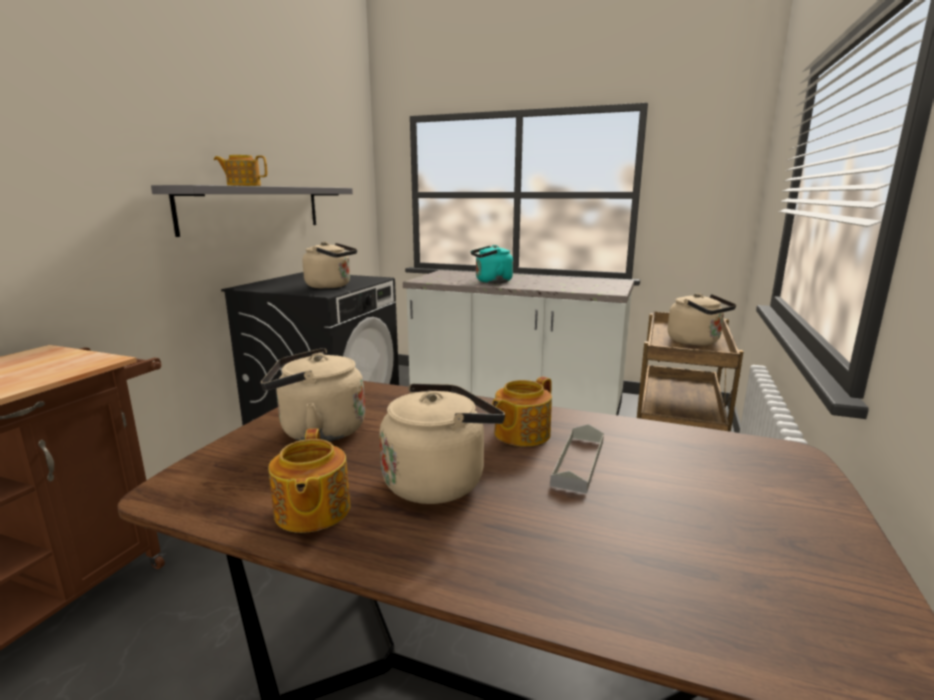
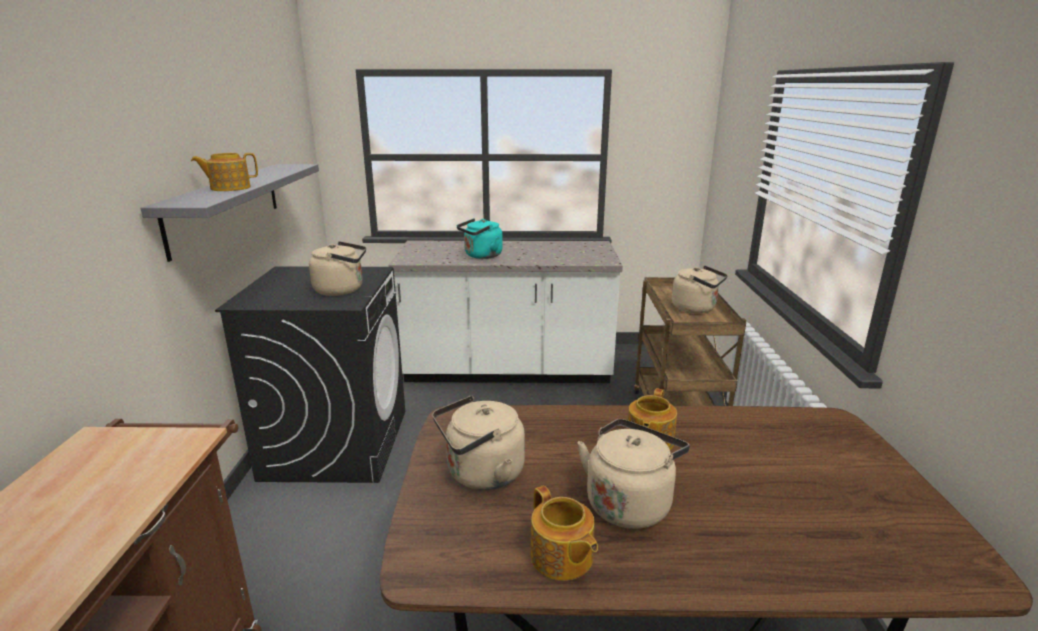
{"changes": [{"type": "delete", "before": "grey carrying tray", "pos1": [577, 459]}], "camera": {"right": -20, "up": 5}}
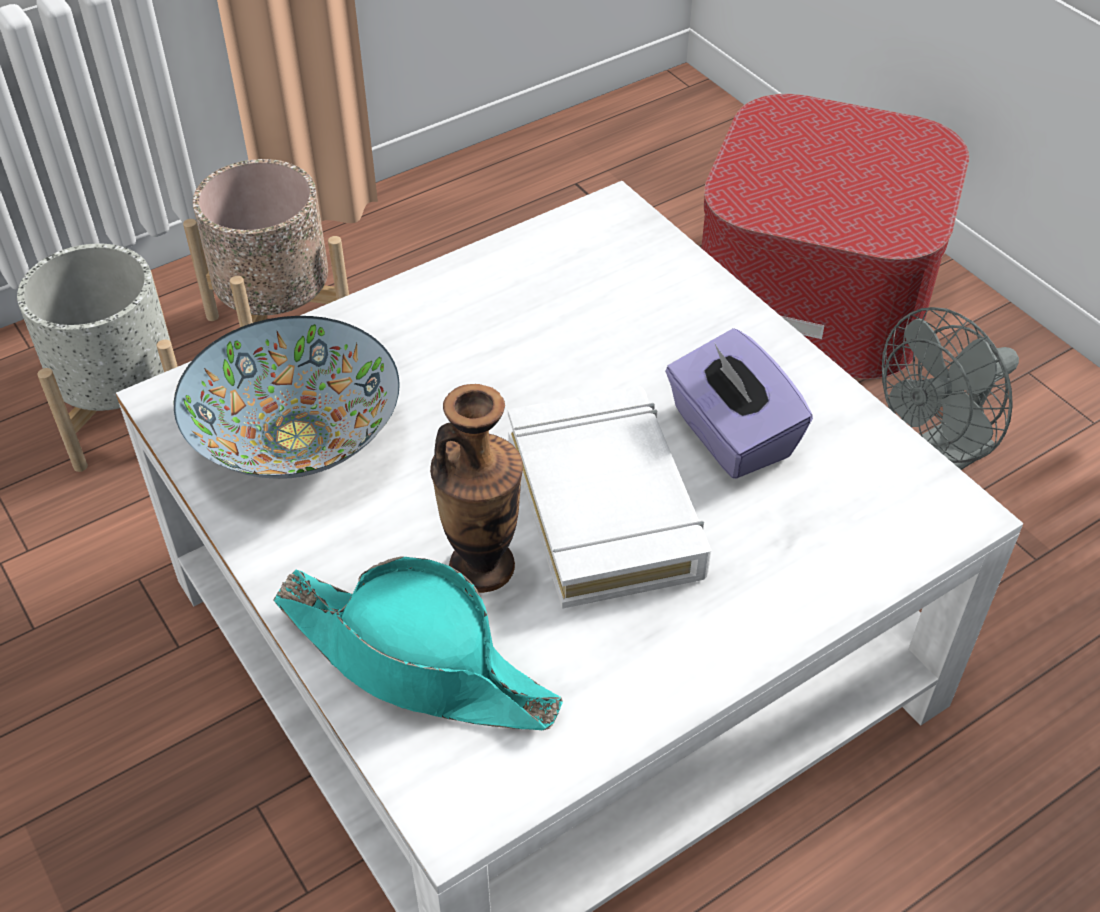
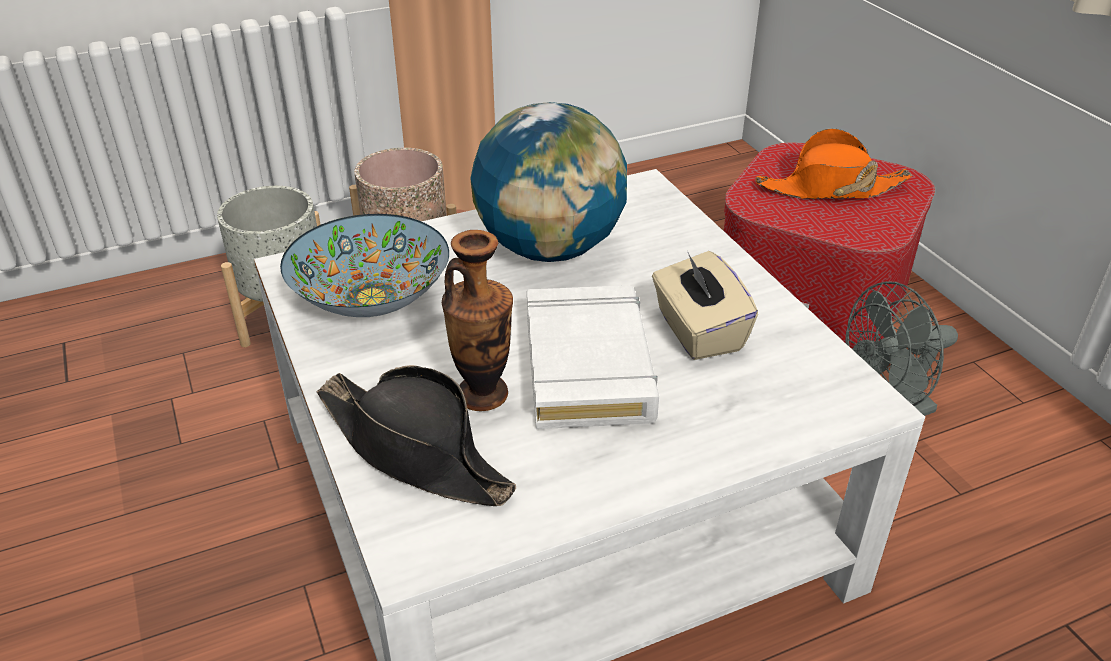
{"changes": [{"type": "insert", "after": "globe", "pos2": [548, 182]}, {"type": "insert", "after": "orange-coloured clothing hat", "pos2": [833, 163]}, {"type": "recolor", "before": "turquoise clothing hat", "after": "black-coloured clothing hat", "pos1": [418, 643], "pos2": [416, 435]}, {"type": "recolor", "before": "purple tissue holder", "after": "beige tissue holder", "pos1": [739, 403], "pos2": [705, 305]}], "camera": {"right": 10, "up": -10}}
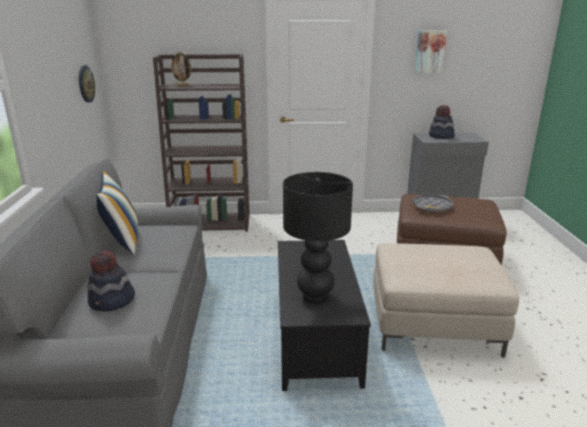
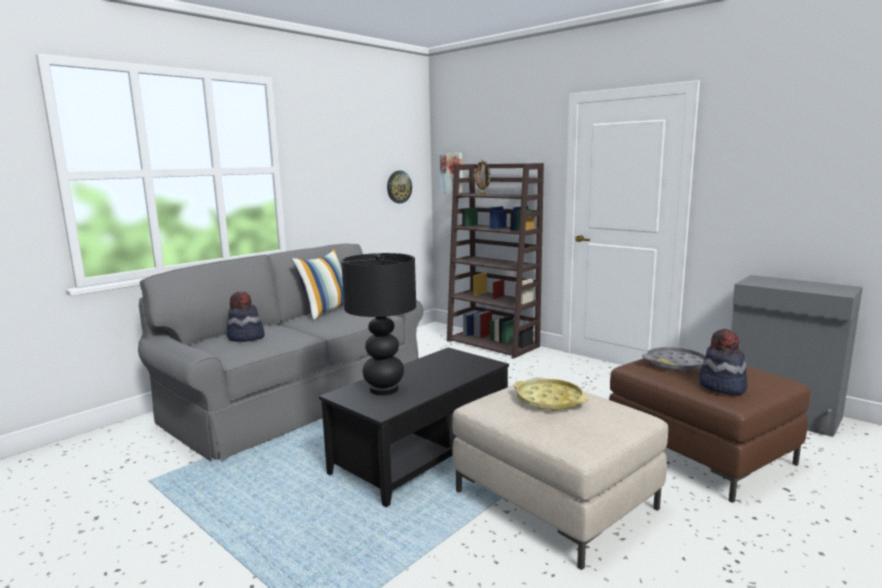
{"changes": [{"type": "insert", "after": "yellow-coloured carrying tray", "pos2": [551, 395]}, {"type": "move", "before": "picture", "pos1": [431, 51], "pos2": [451, 173]}, {"type": "move", "before": "clothing hat", "pos1": [442, 122], "pos2": [723, 362]}], "camera": {"right": 45, "up": -10}}
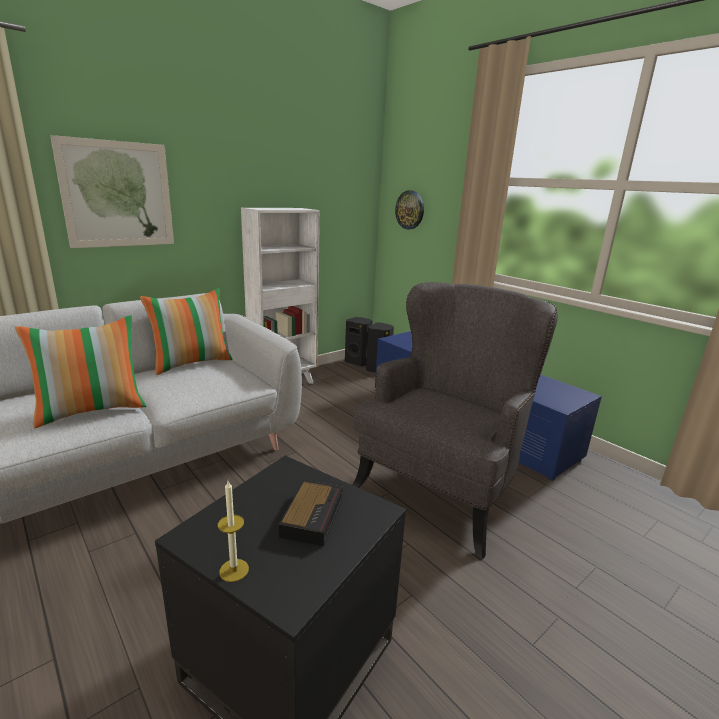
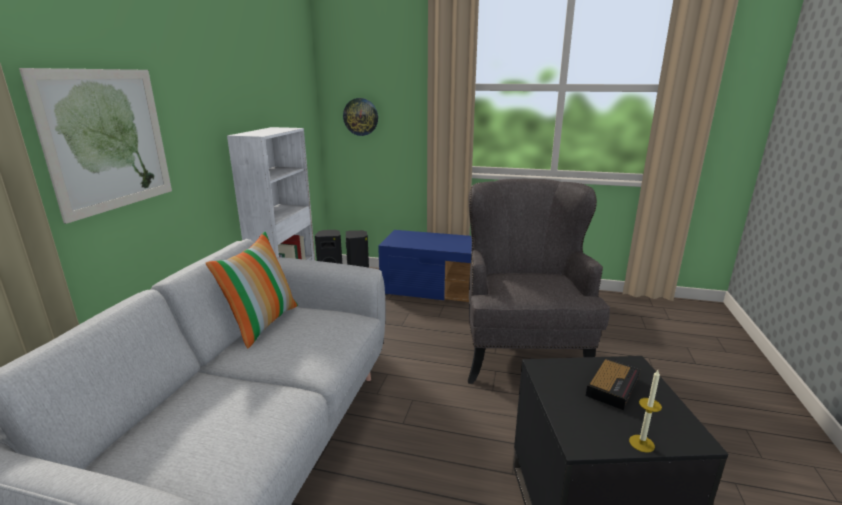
{"changes": [{"type": "delete", "before": "pillow", "pos1": [81, 371]}, {"type": "rotate", "before": "bedside clock", "pos1": [311, 513], "pos2": [613, 384], "turn": 60}], "camera": {"right": -35, "up": 0}}
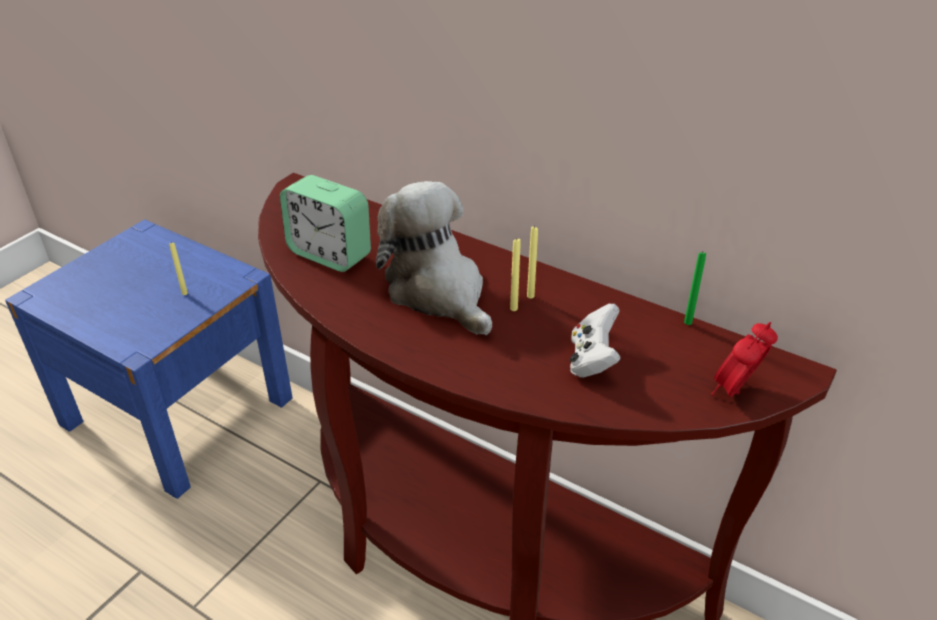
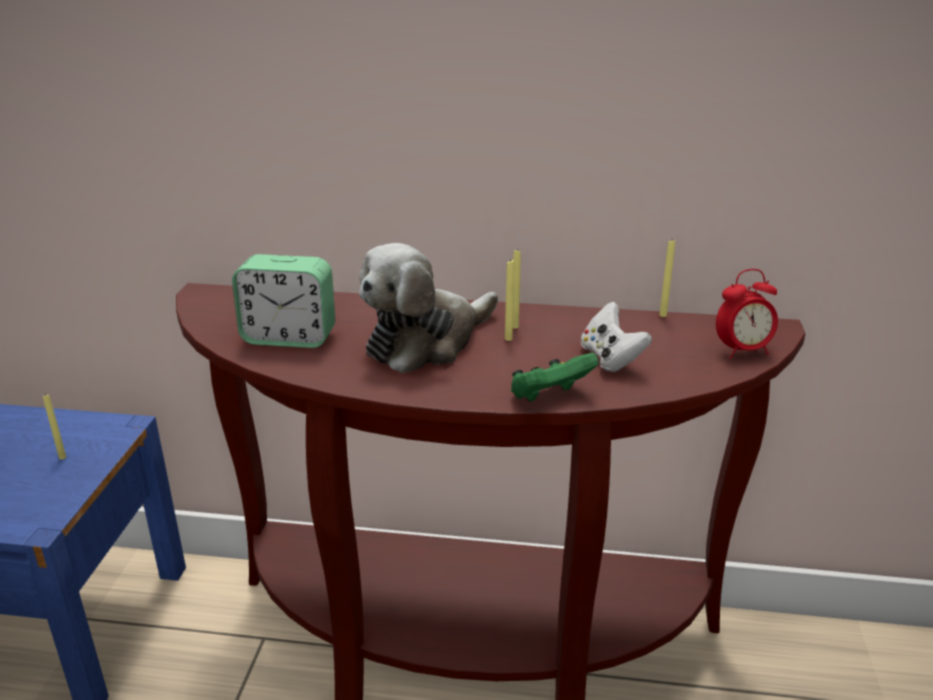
{"changes": [{"type": "insert", "after": "green-coloured joypad", "pos2": [555, 377]}, {"type": "recolor", "before": "green-coloured candle", "after": "yellow-coloured candle", "pos1": [695, 288], "pos2": [667, 278]}, {"type": "rotate", "before": "soft toy", "pos1": [434, 258], "pos2": [428, 308], "turn": -75}, {"type": "rotate", "before": "bedside clock", "pos1": [744, 359], "pos2": [747, 314], "turn": -120}], "camera": {"right": -25, "up": -10}}
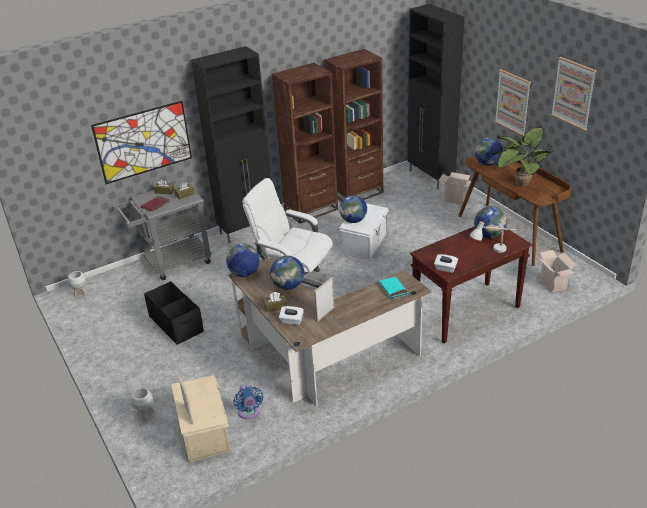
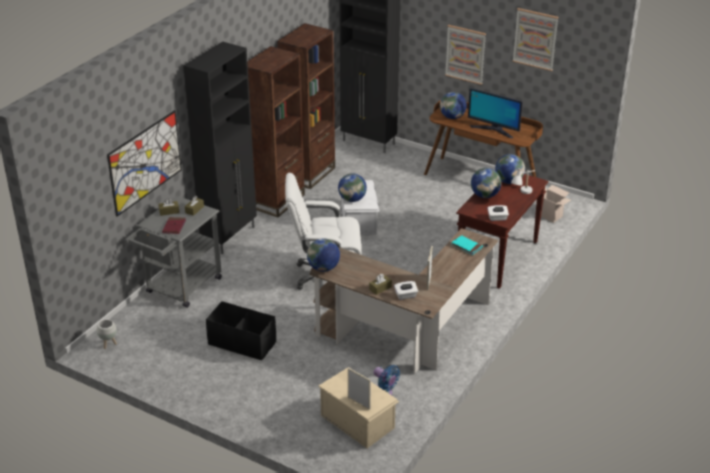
{"changes": [{"type": "delete", "before": "white-coloured plant pot", "pos1": [142, 404]}, {"type": "delete", "before": "carton", "pos1": [455, 188]}, {"type": "move", "before": "globe", "pos1": [287, 273], "pos2": [486, 183]}, {"type": "replace", "before": "plant in a pot", "after": "computer screen", "pos1": [522, 156], "pos2": [495, 113]}], "camera": {"right": -30, "up": 0}}
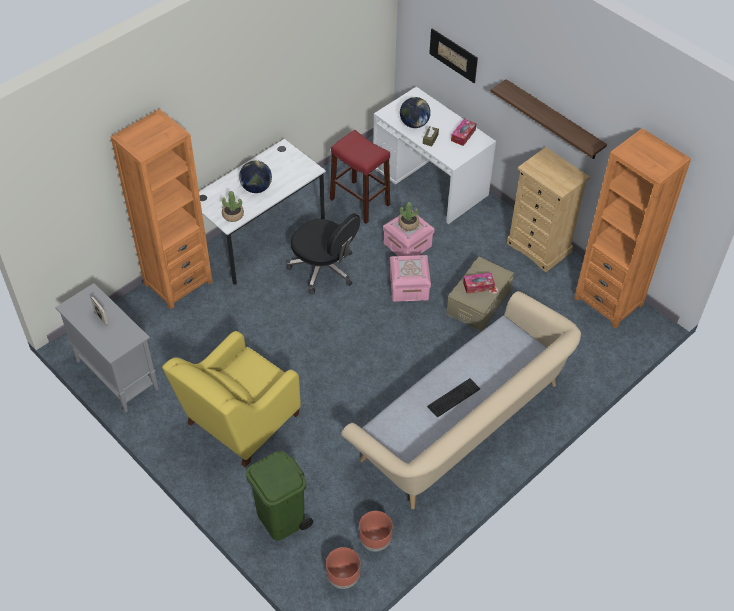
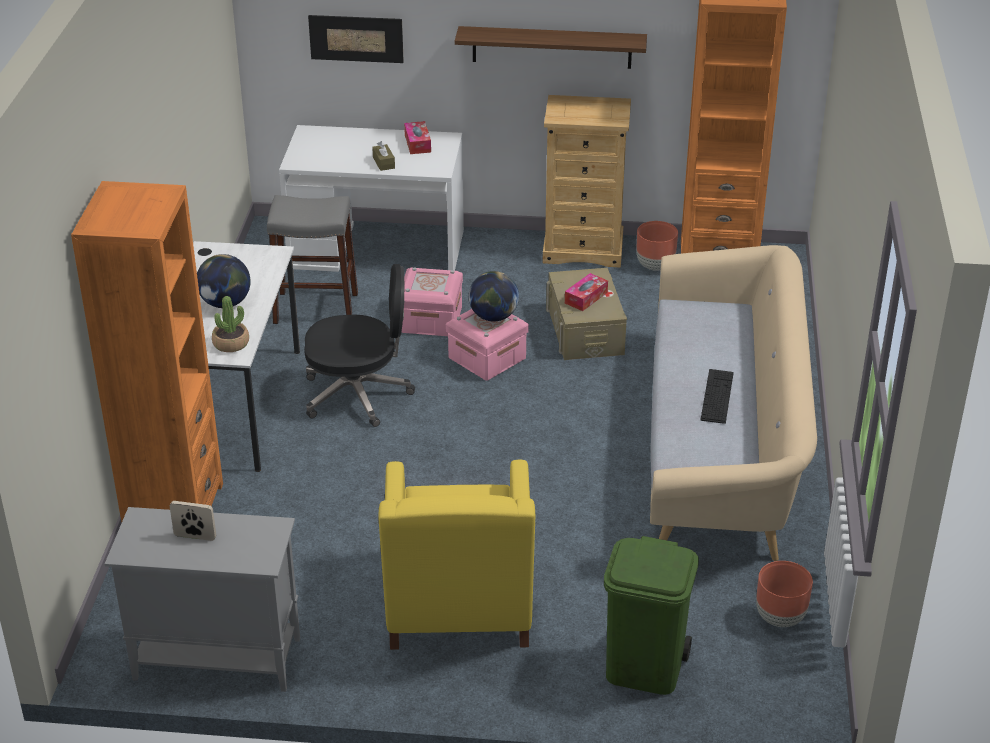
{"changes": [{"type": "delete", "before": "plant in a pot", "pos1": [408, 216]}, {"type": "move", "before": "brownish plant pot", "pos1": [343, 568], "pos2": [657, 246]}, {"type": "move", "before": "globe", "pos1": [415, 112], "pos2": [494, 296]}, {"type": "recolor", "before": "red-coloured stool seat", "after": "grey stool seat", "pos1": [360, 177], "pos2": [312, 259]}], "camera": {"right": -40, "up": -15}}
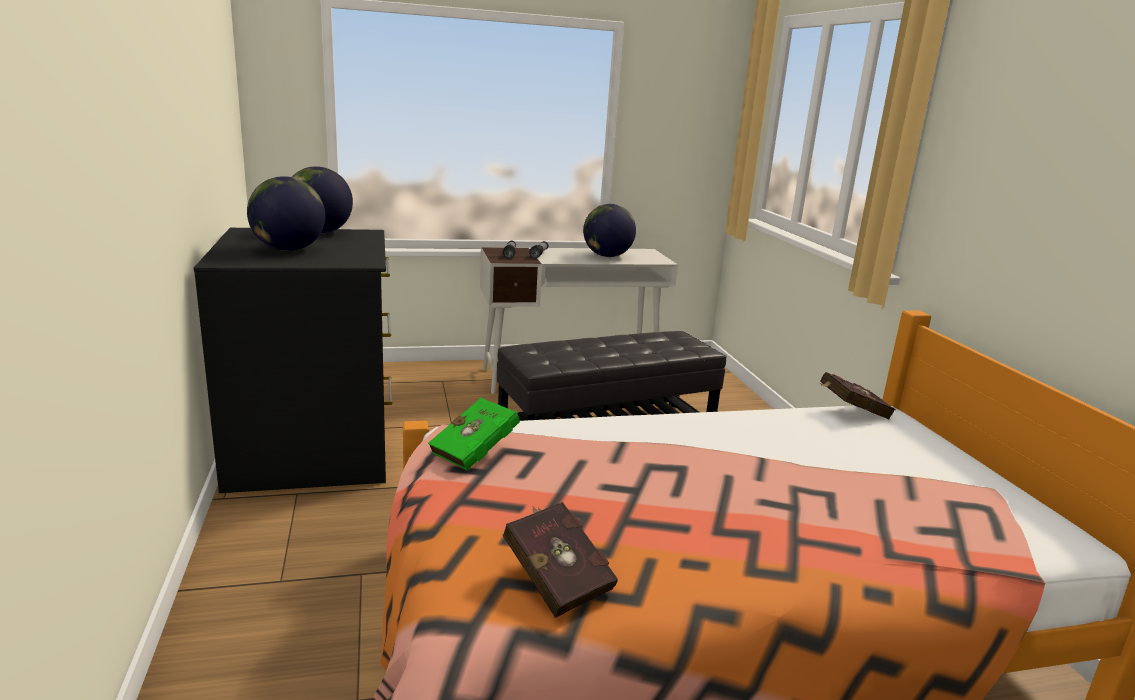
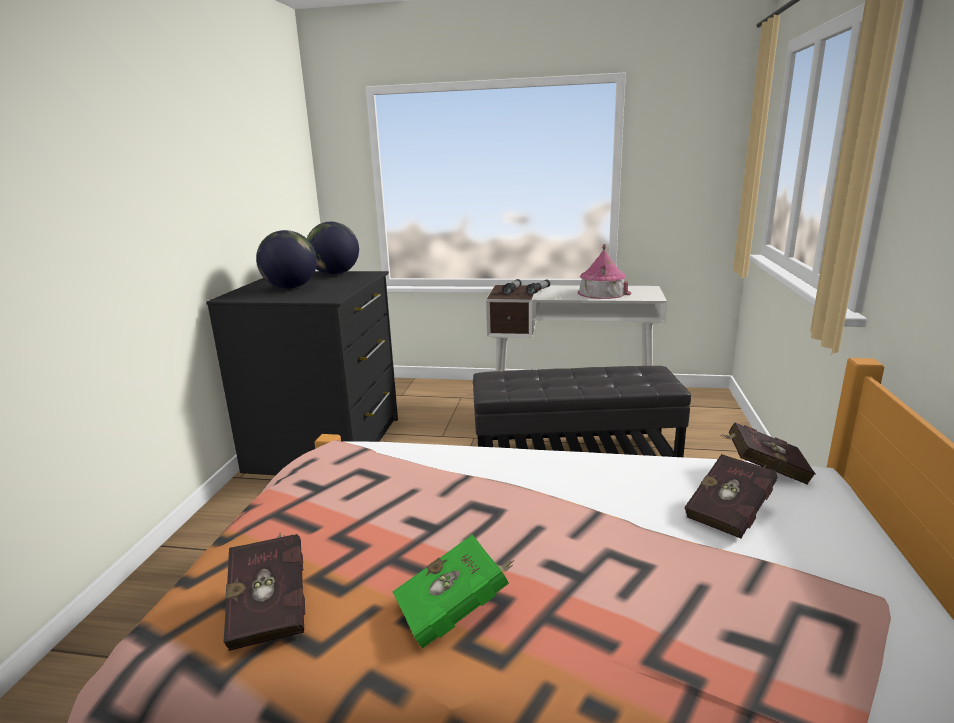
{"changes": [{"type": "insert", "after": "red-coloured bound book", "pos2": [730, 496]}, {"type": "move", "before": "green-coloured bound book", "pos1": [474, 434], "pos2": [454, 591]}, {"type": "replace", "before": "globe", "after": "miniature house", "pos1": [609, 230], "pos2": [605, 271]}], "camera": {"right": 25, "up": 0}}
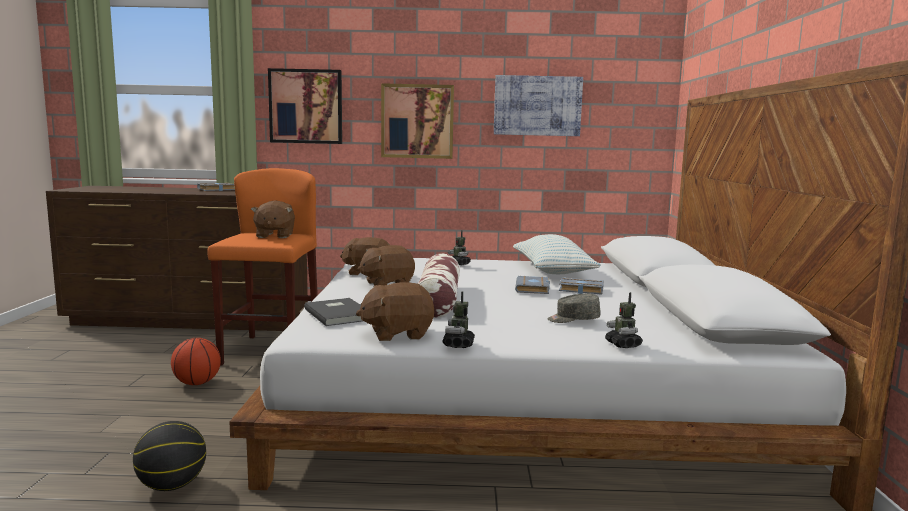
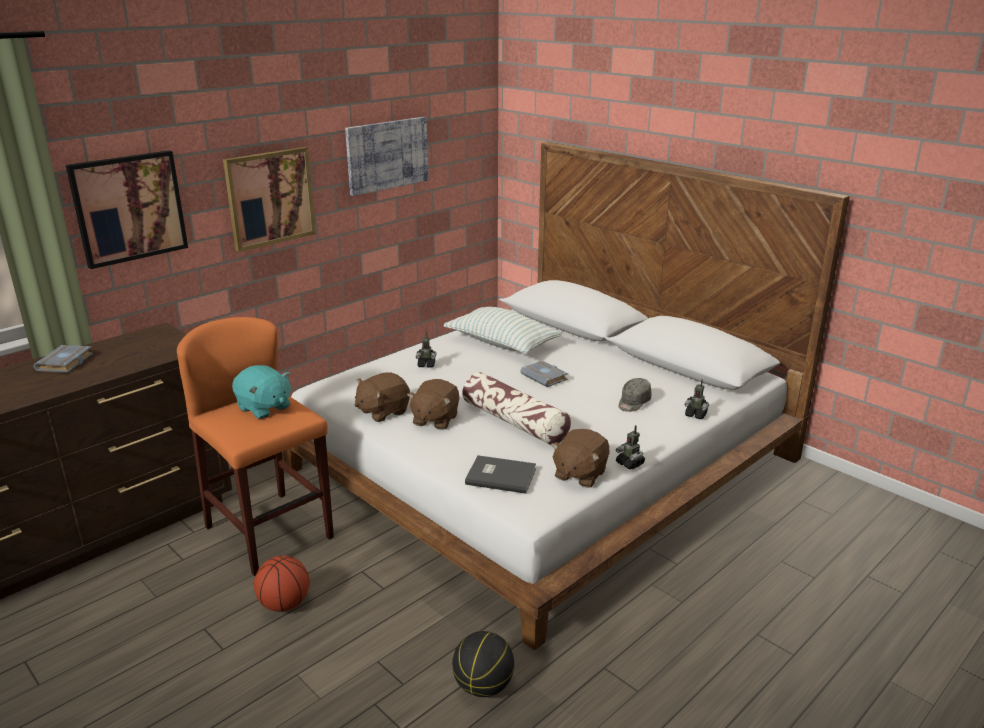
{"changes": [{"type": "delete", "before": "grey bound book", "pos1": [581, 286]}, {"type": "recolor", "before": "brownish soft toy", "after": "turquoise soft toy", "pos1": [273, 219], "pos2": [261, 392]}], "camera": {"right": -45, "up": 15}}
